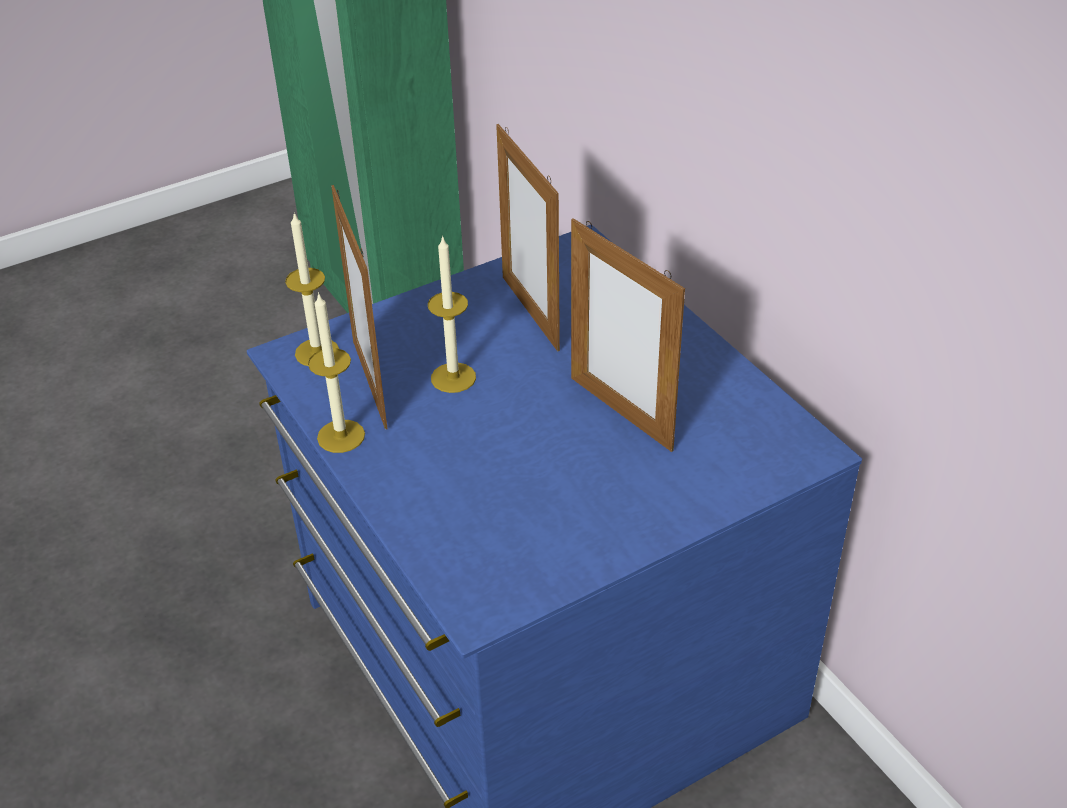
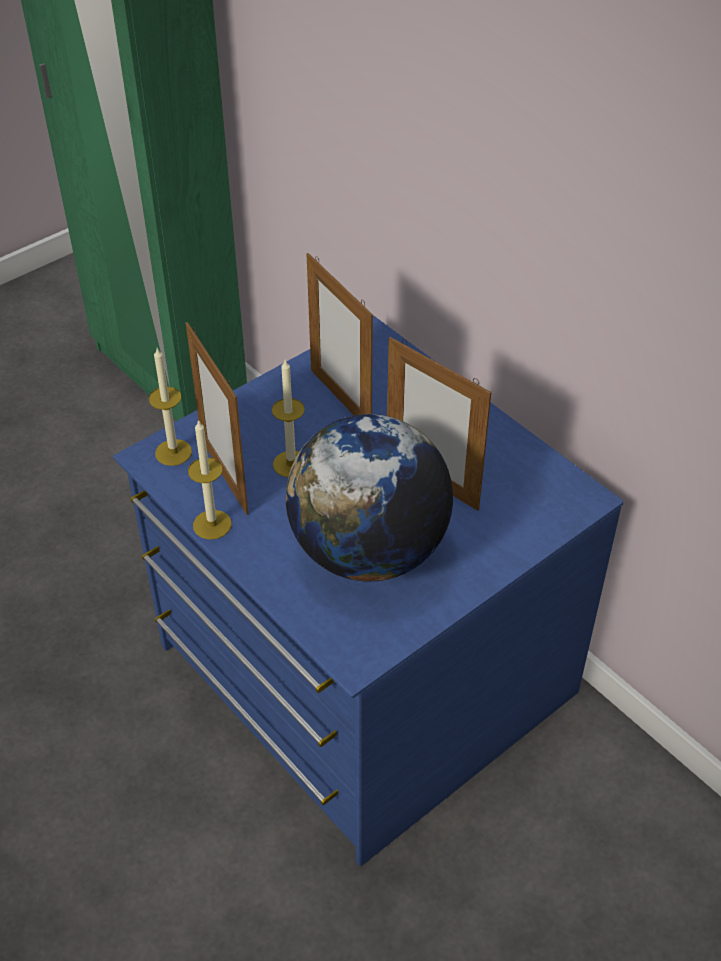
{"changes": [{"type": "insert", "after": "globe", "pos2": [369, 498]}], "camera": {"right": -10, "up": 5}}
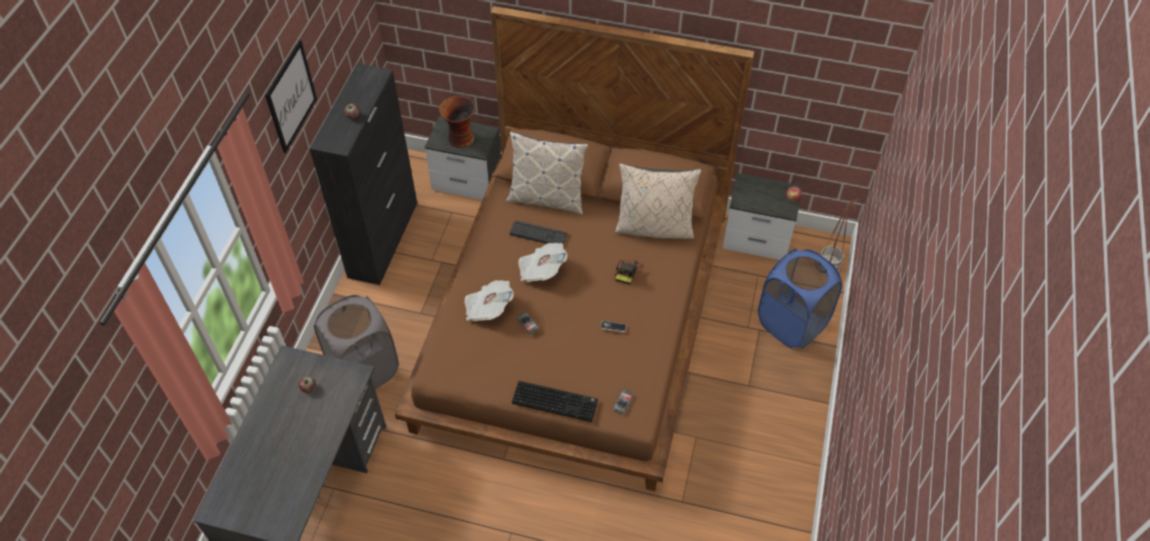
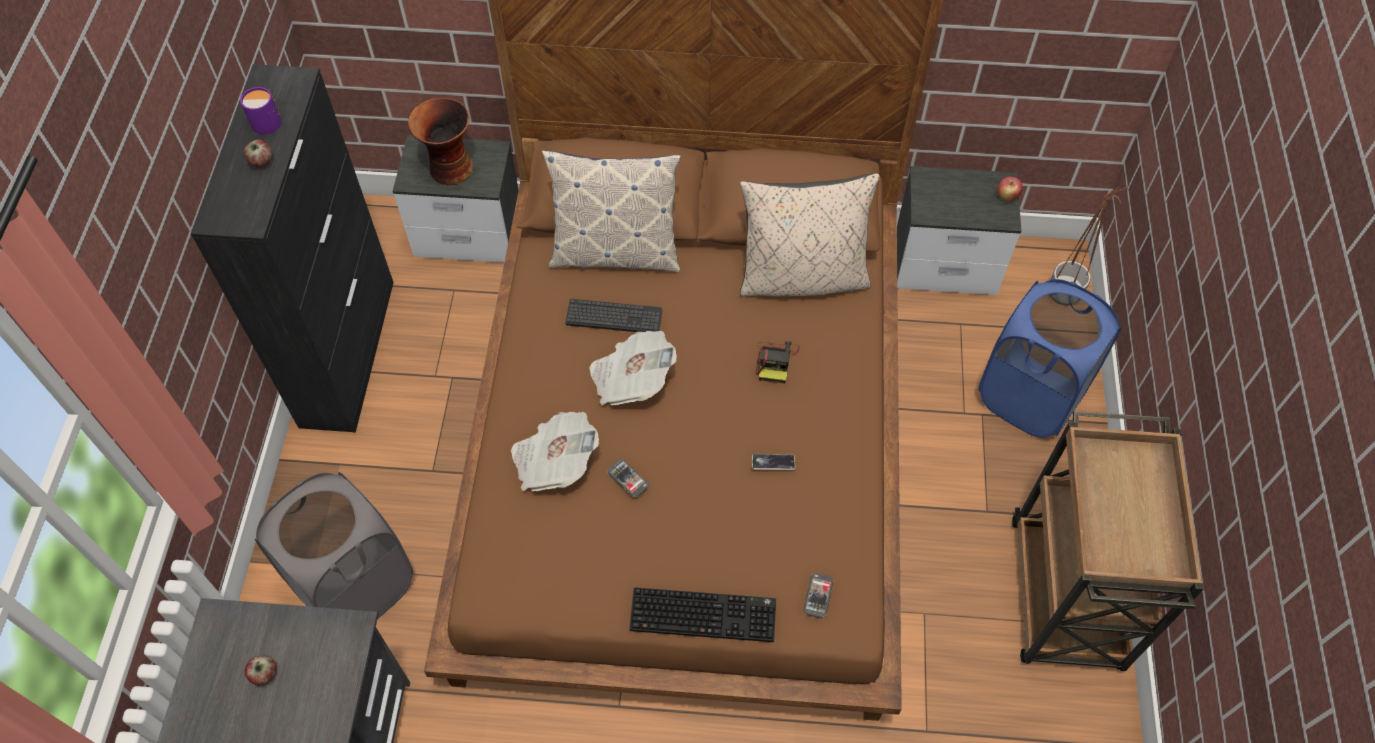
{"changes": [{"type": "delete", "before": "picture", "pos1": [291, 96]}, {"type": "insert", "after": "purple coffee mug", "pos2": [260, 111]}, {"type": "insert", "after": "brownish trolley", "pos2": [1108, 541]}], "camera": {"right": -10, "up": 5}}
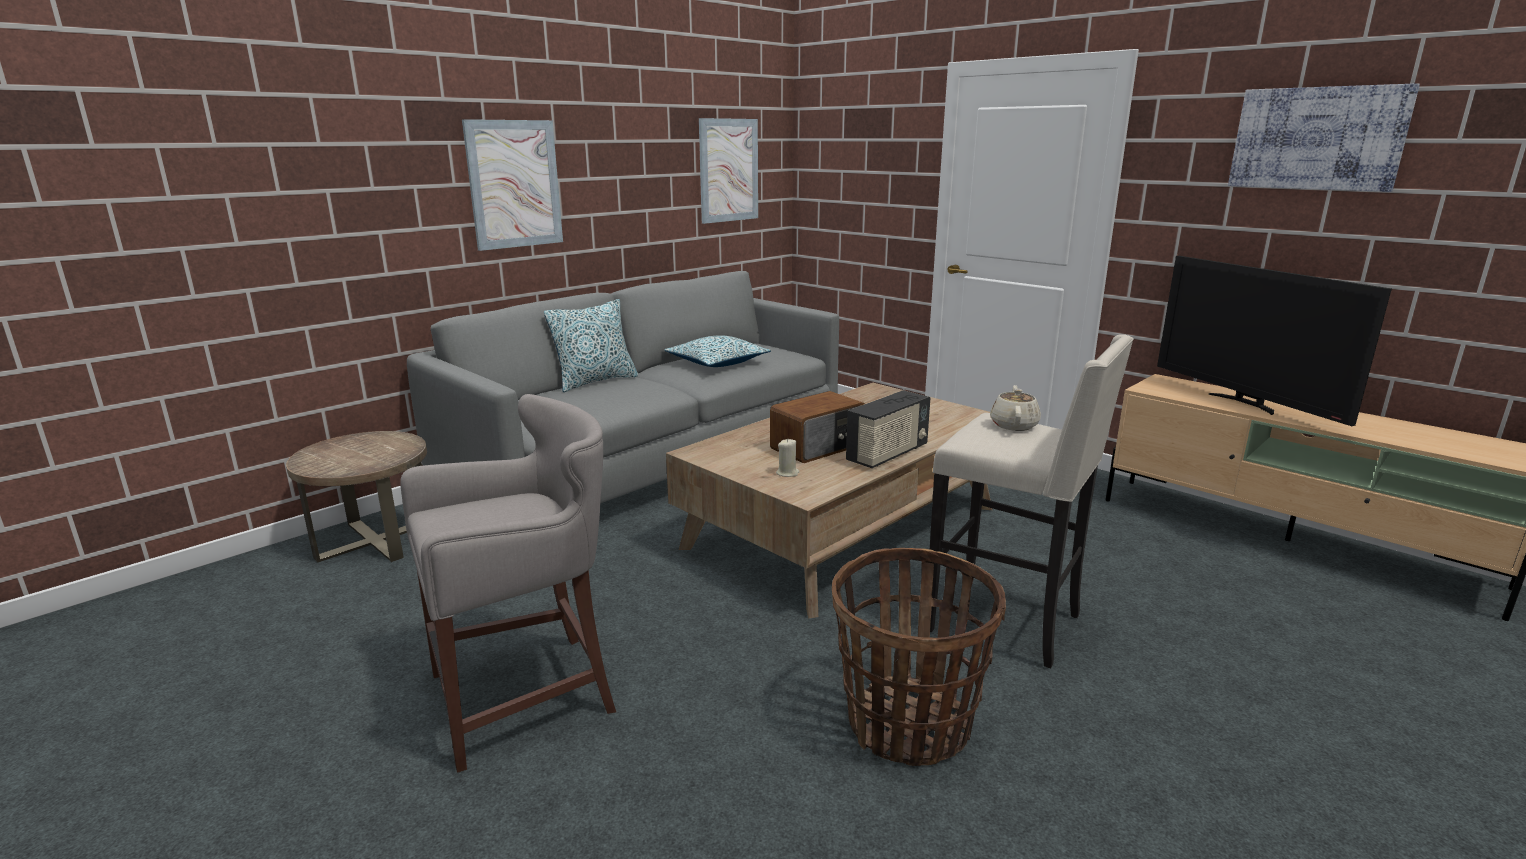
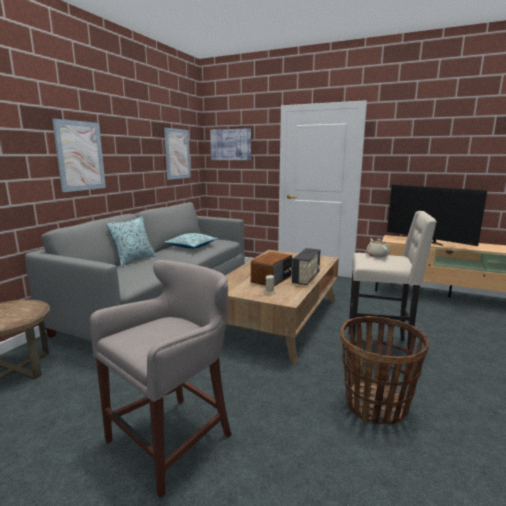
{"changes": [{"type": "move", "before": "picture", "pos1": [1324, 137], "pos2": [230, 144]}], "camera": {"right": -20, "up": -5}}
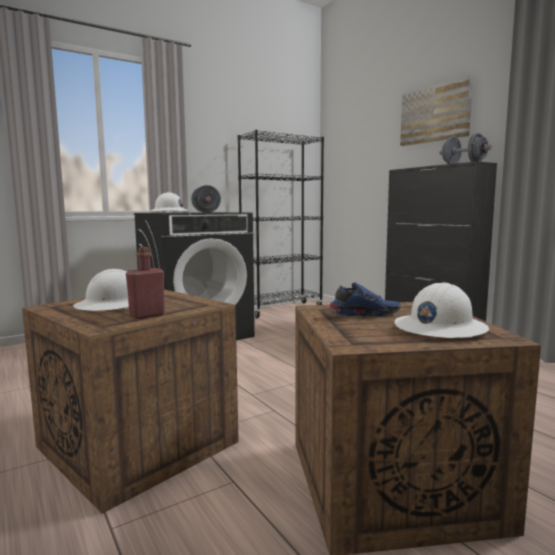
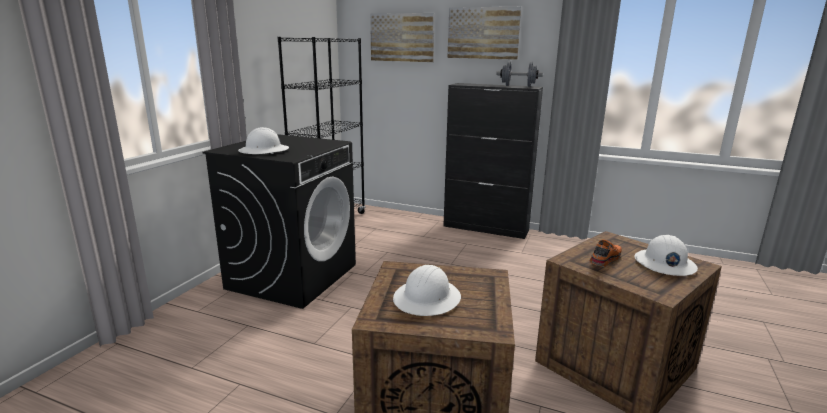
{"changes": [{"type": "delete", "before": "red-coloured beverage bottle", "pos1": [145, 283]}, {"type": "delete", "before": "grey dumbbell", "pos1": [206, 199]}, {"type": "insert", "after": "picture", "pos2": [402, 37]}, {"type": "recolor", "before": "blue low shoe", "after": "orange-coloured low shoe", "pos1": [364, 299], "pos2": [605, 253]}], "camera": {"right": -35, "up": 10}}
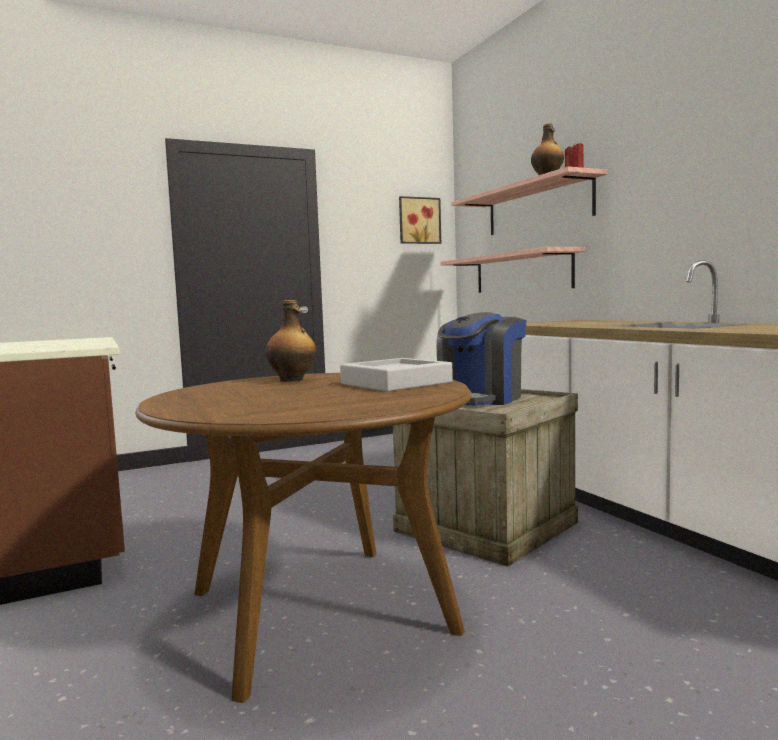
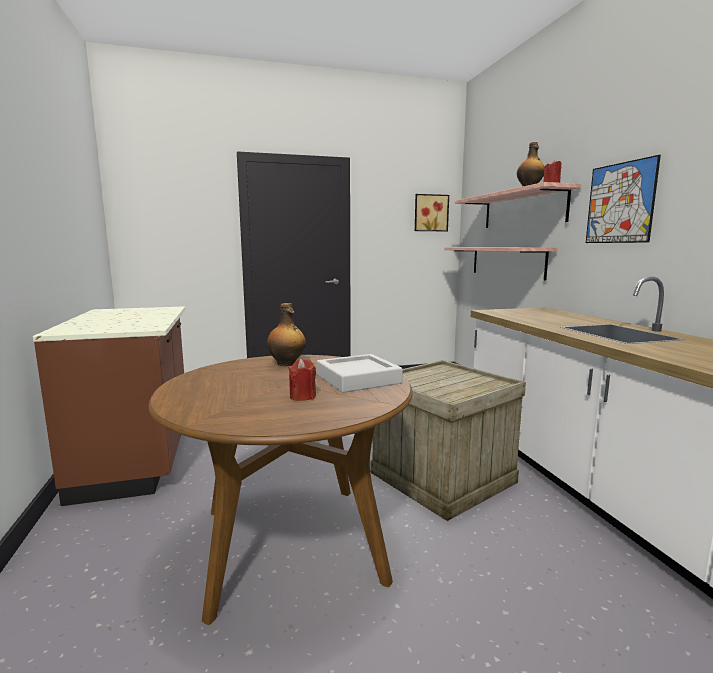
{"changes": [{"type": "delete", "before": "coffee maker", "pos1": [481, 359]}, {"type": "insert", "after": "red-coloured candle", "pos2": [302, 380]}, {"type": "insert", "after": "picture", "pos2": [623, 199]}], "camera": {"right": 10, "up": 5}}
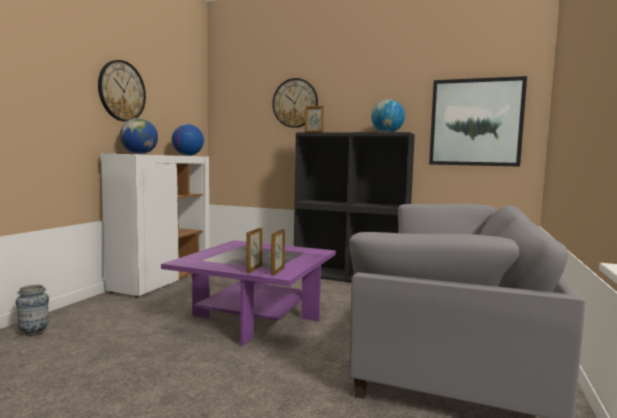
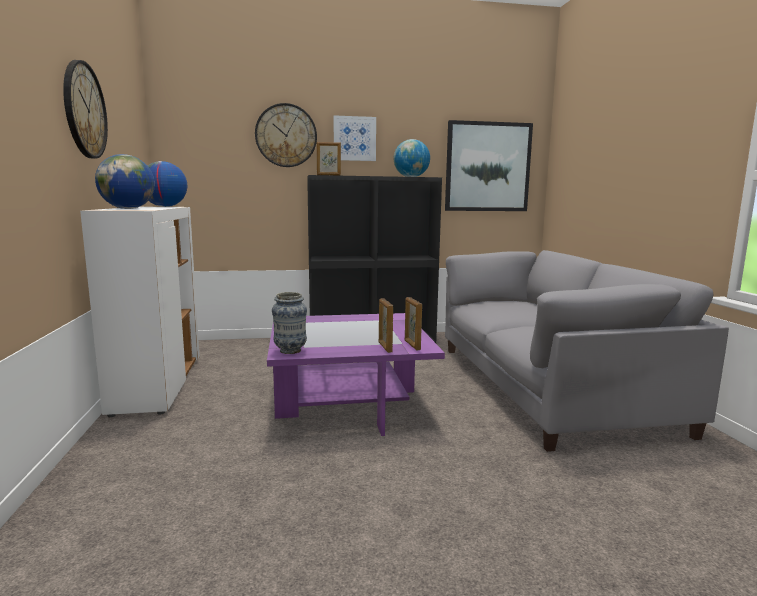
{"changes": [{"type": "insert", "after": "picture", "pos2": [355, 138]}, {"type": "move", "before": "decorative vase", "pos1": [32, 310], "pos2": [289, 323]}], "camera": {"right": -30, "up": 5}}
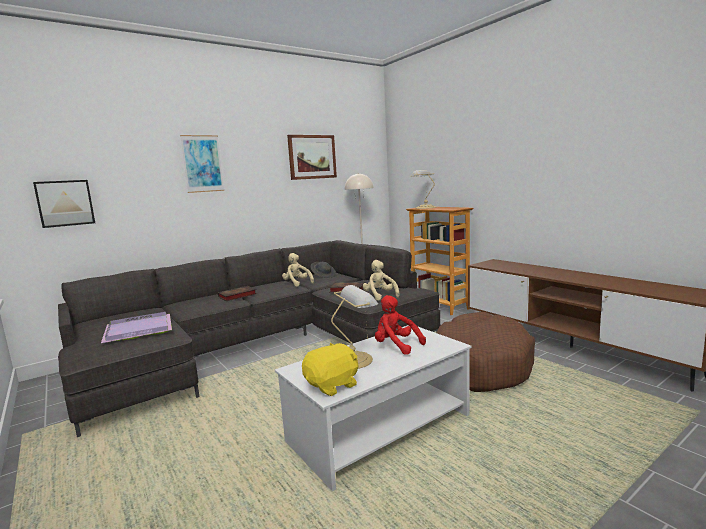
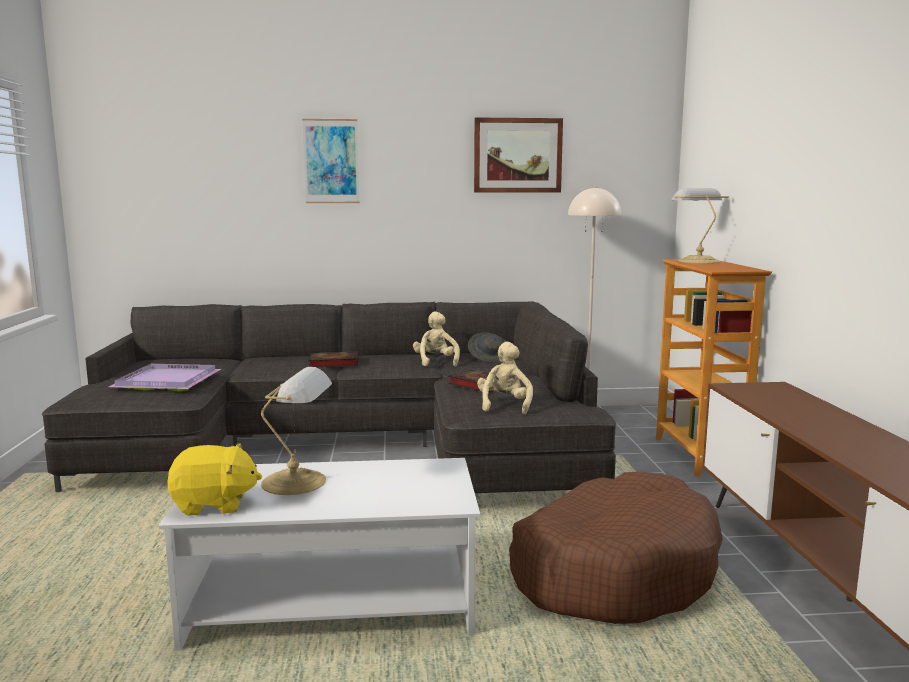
{"changes": [{"type": "delete", "before": "picture", "pos1": [64, 204]}, {"type": "delete", "before": "red-coloured soft toy", "pos1": [400, 325]}], "camera": {"right": 30, "up": 0}}
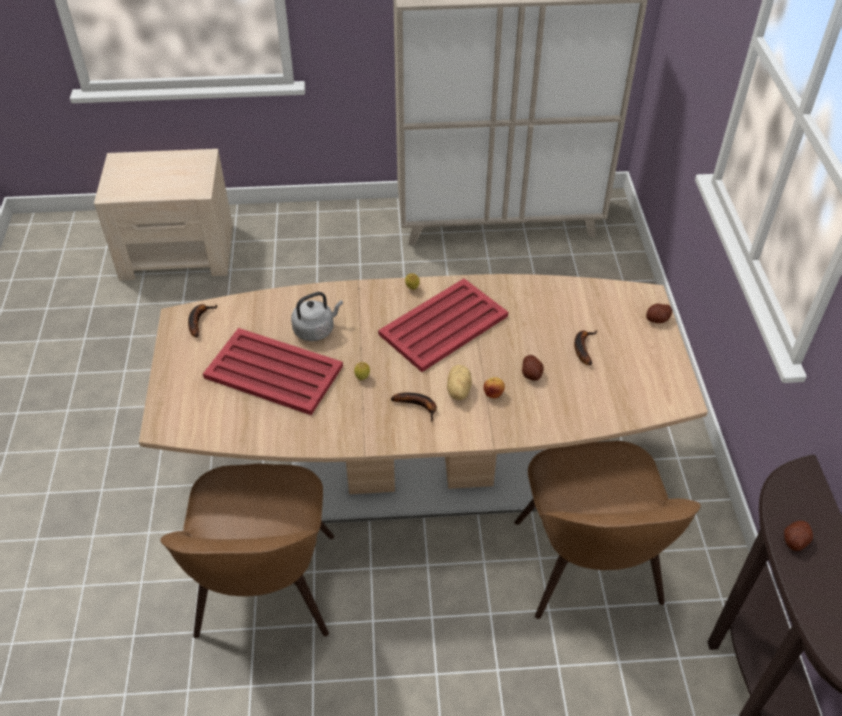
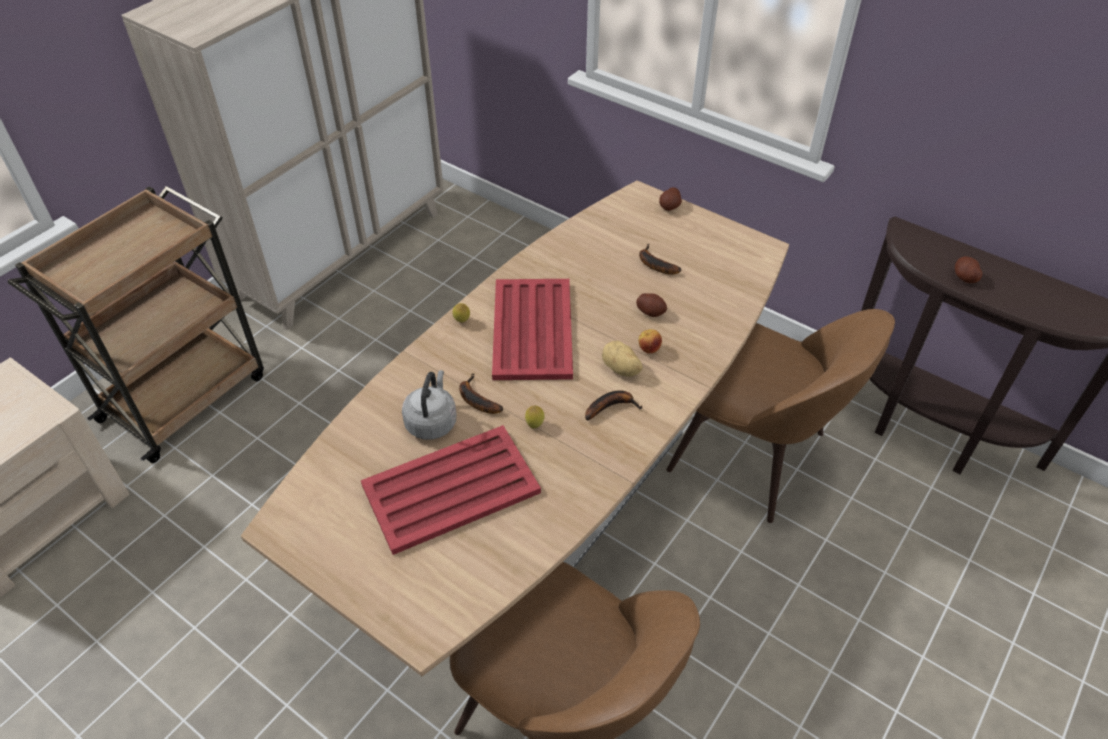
{"changes": [{"type": "insert", "after": "brownish trolley", "pos2": [136, 324]}, {"type": "move", "before": "whole banana", "pos1": [202, 320], "pos2": [481, 393]}], "camera": {"right": -50, "up": 0}}
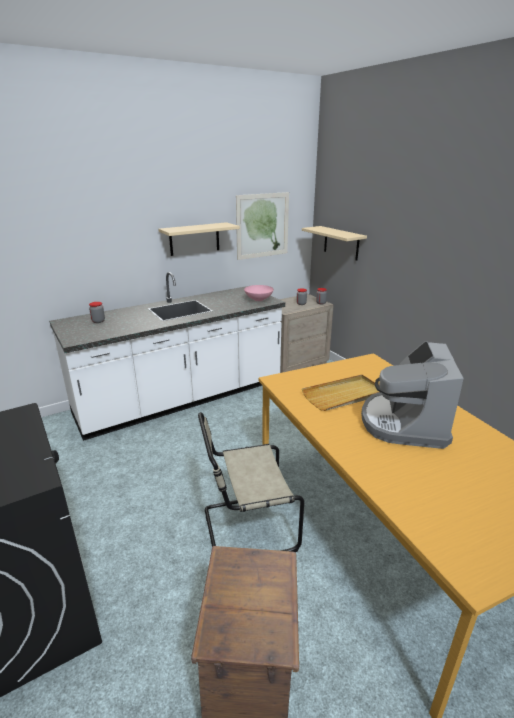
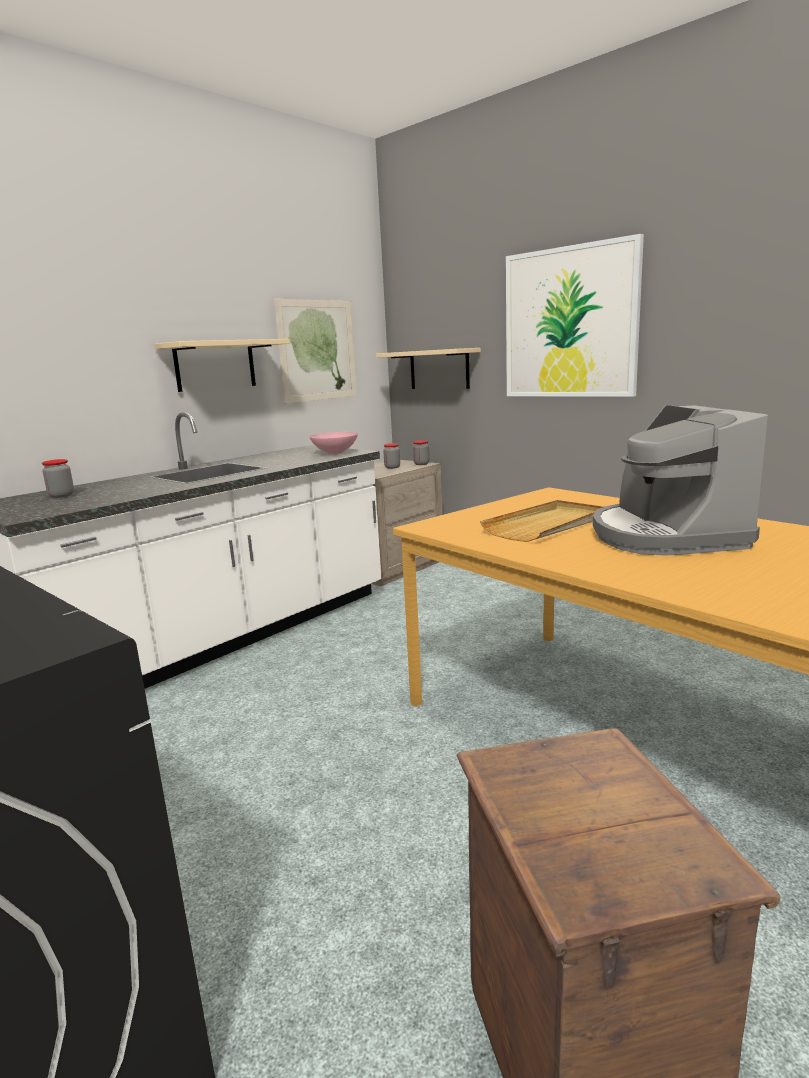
{"changes": [{"type": "delete", "before": "beige plain chair", "pos1": [251, 482]}, {"type": "insert", "after": "picture", "pos2": [575, 315]}], "camera": {"right": -15, "up": -10}}
